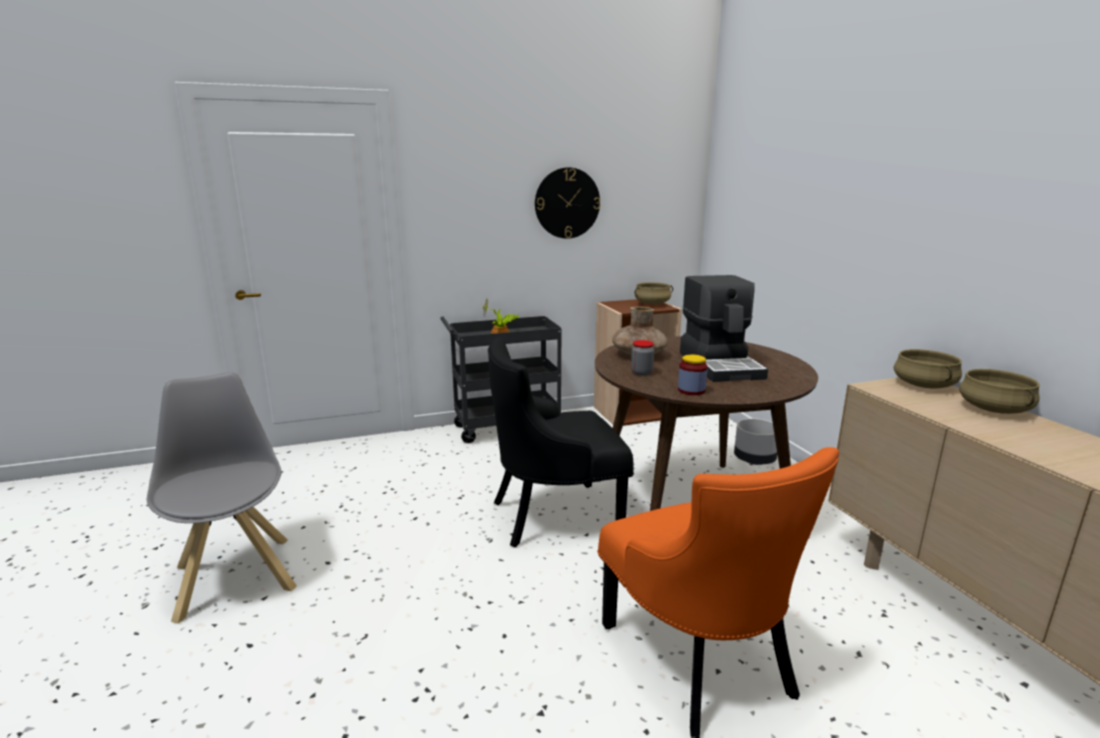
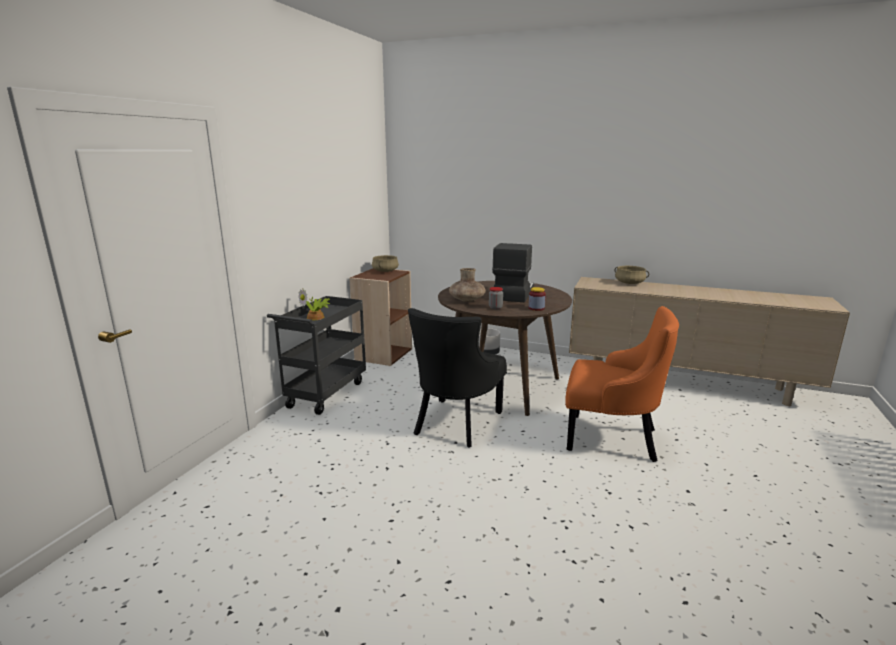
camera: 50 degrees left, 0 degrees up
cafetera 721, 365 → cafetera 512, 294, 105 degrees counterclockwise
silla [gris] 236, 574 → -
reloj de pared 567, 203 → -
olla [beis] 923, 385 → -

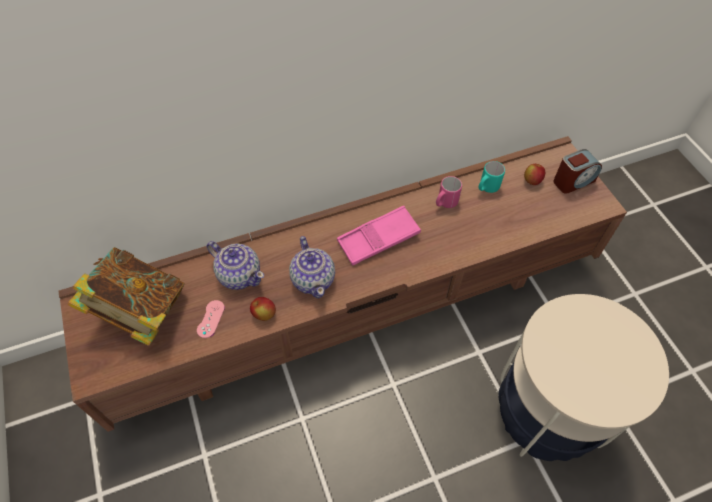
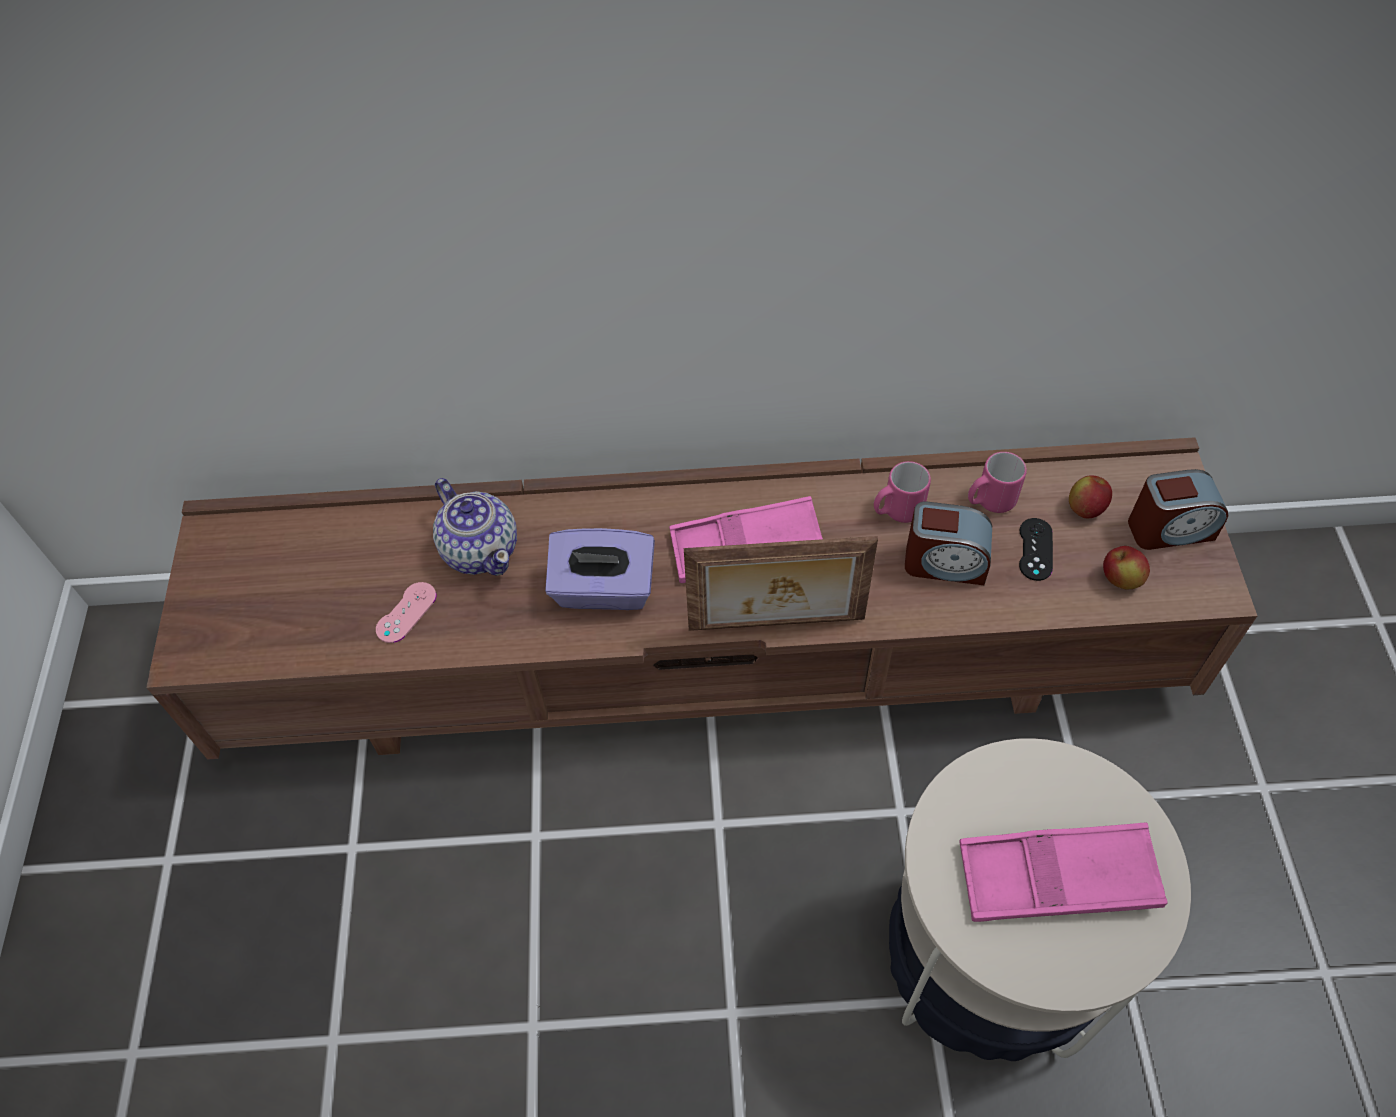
camera: 20 degrees right, 0 degrees up
tetera 313, 279 → caja de pañuelos [morado] 603, 590
- → portarretratos 776, 626
- → despertador 945, 563
- → bandeja [rosa] 1056, 878
taza grande [turquesa] 487, 188 → taza grande [rosa] 989, 501
- → mando de consola [negro] 1035, 549
manzana 264, 314 → manzana 1120, 579, move
libro 140, 311 → -

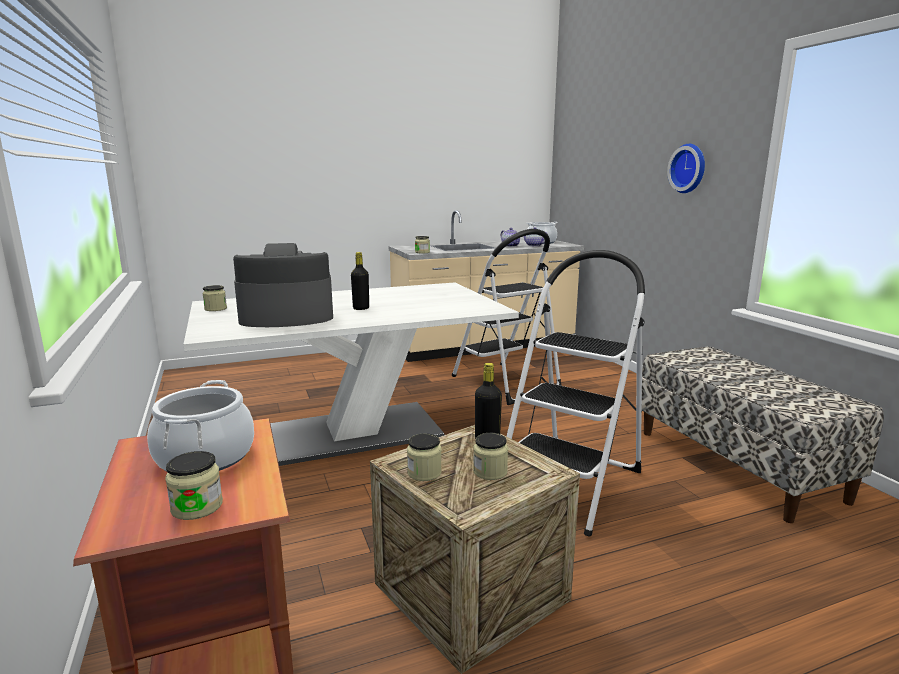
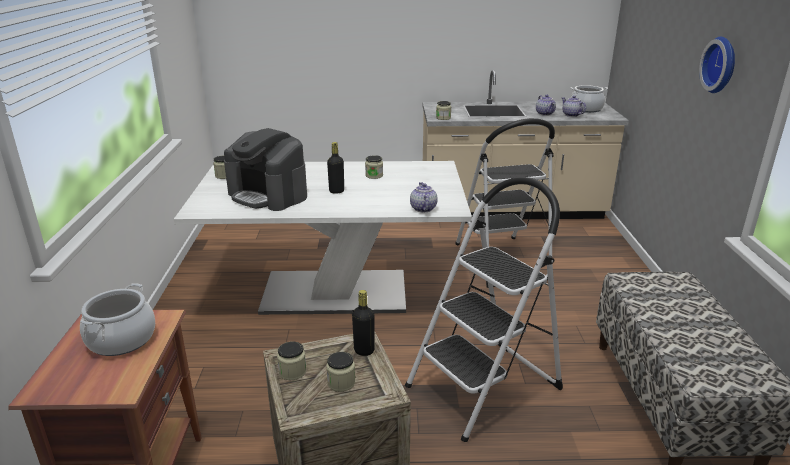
camera: 20 degrees right, 10 degrees up
cafetera 286, 317 → cafetera 268, 195, 150 degrees counterclockwise
tarro 197, 507 → tarro 374, 175, move
- → tetera 422, 208

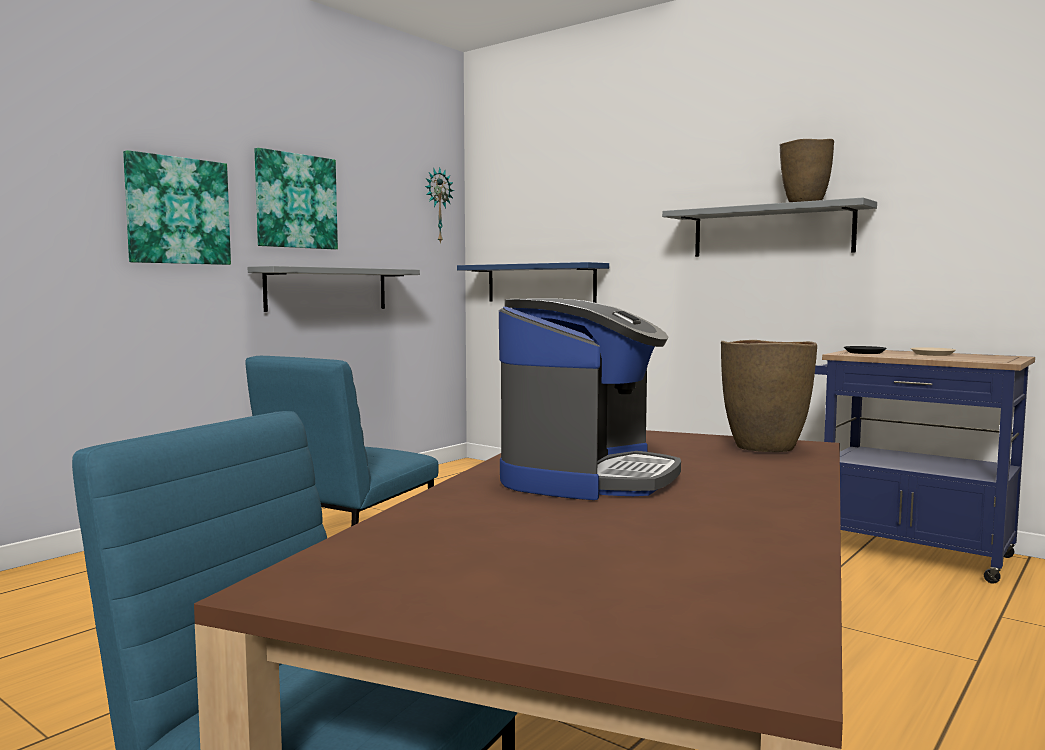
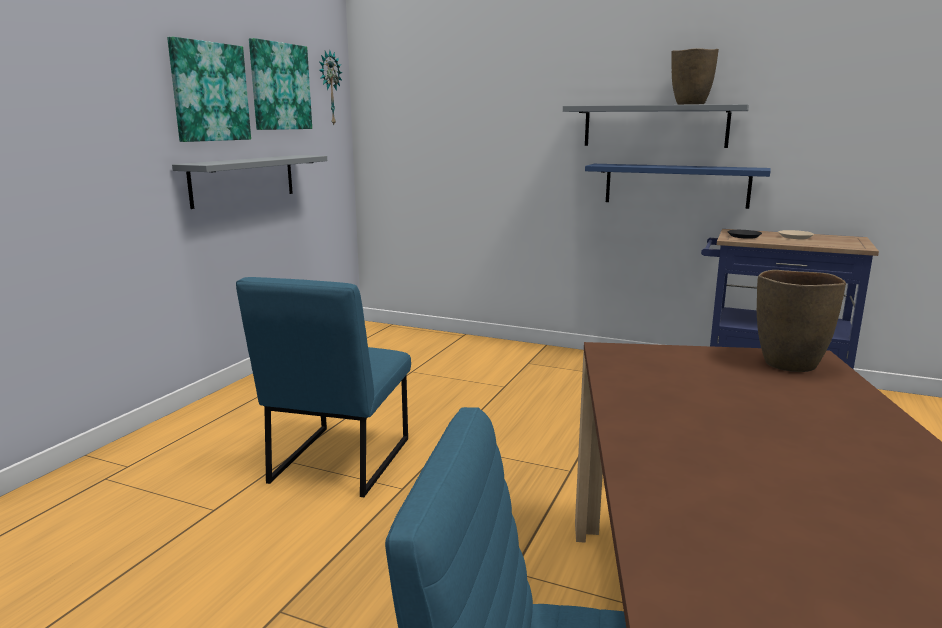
camera: 15 degrees left, 10 degrees up
cuadro 177, 211 → cuadro 280, 86, move
estante [azul] 540, 283 → estante [azul] 676, 185, move
cafetera 587, 477 → -

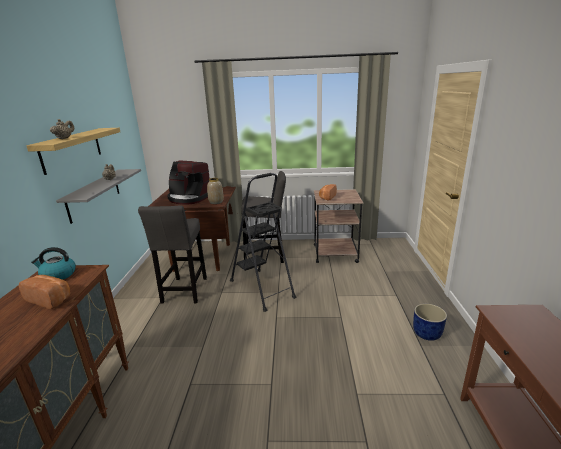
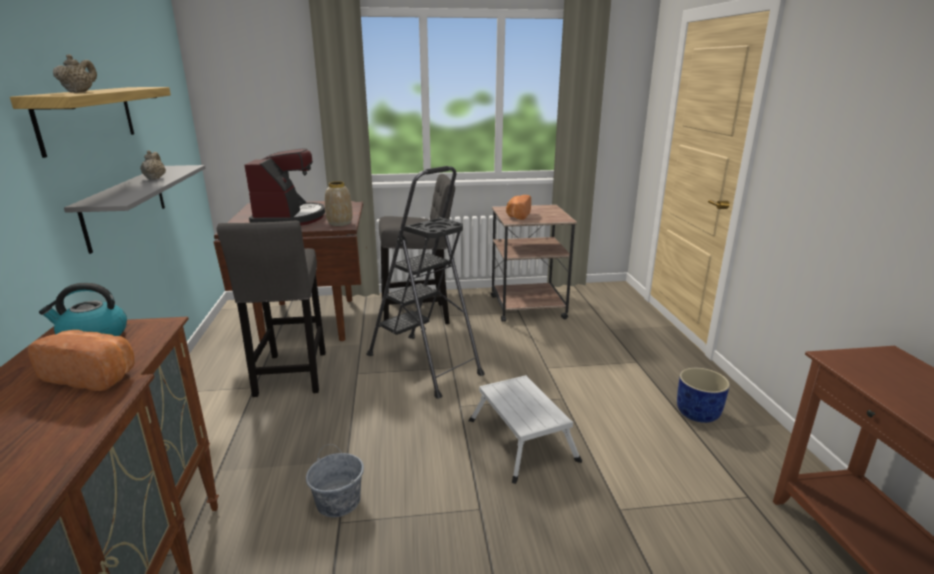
camera: 10 degrees left, 0 degrees up
cafetera 189, 198 → cafetera 289, 218, 105 degrees counterclockwise
- → cubo [gris] 338, 501
- → escalera de tijera [blanco] 522, 440

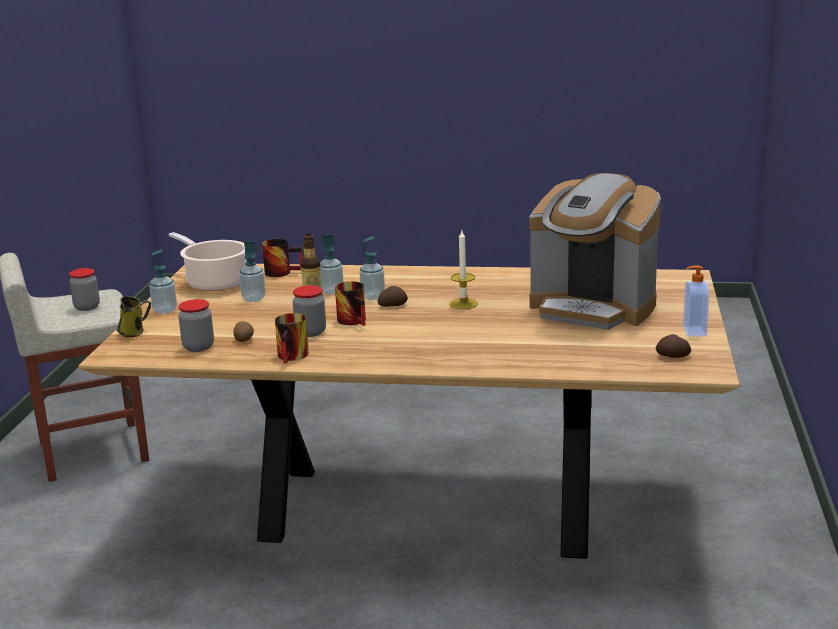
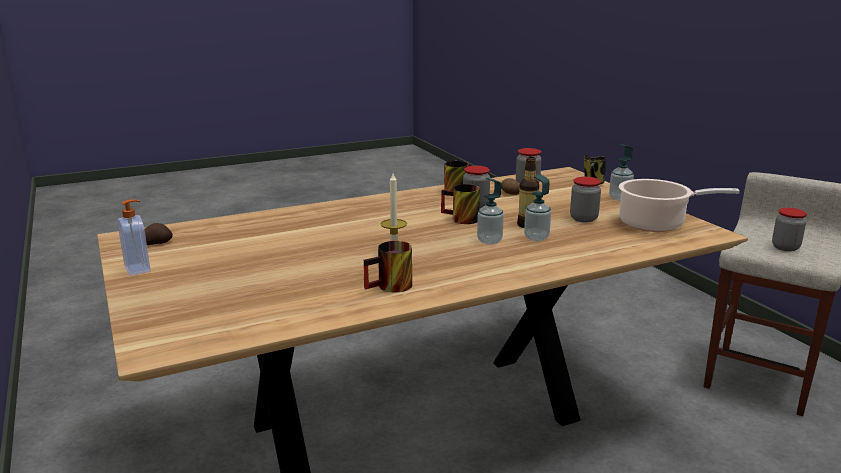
camera: 145 degrees right, 0 degrees up
taza grande 282, 272 → taza grande 391, 287, move
dispensador de jabón 253, 298 → tarro 583, 219
patata 392, 305 → -
cafetera 593, 308 → -

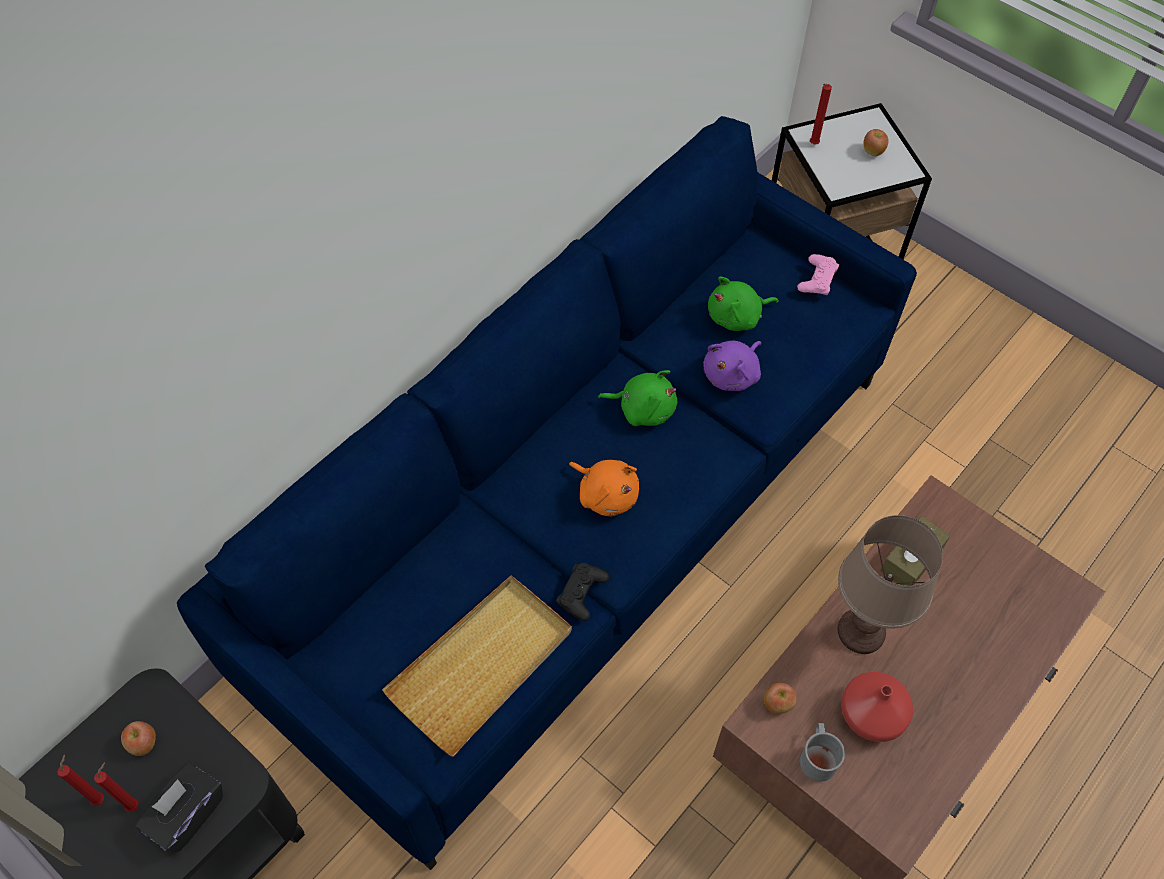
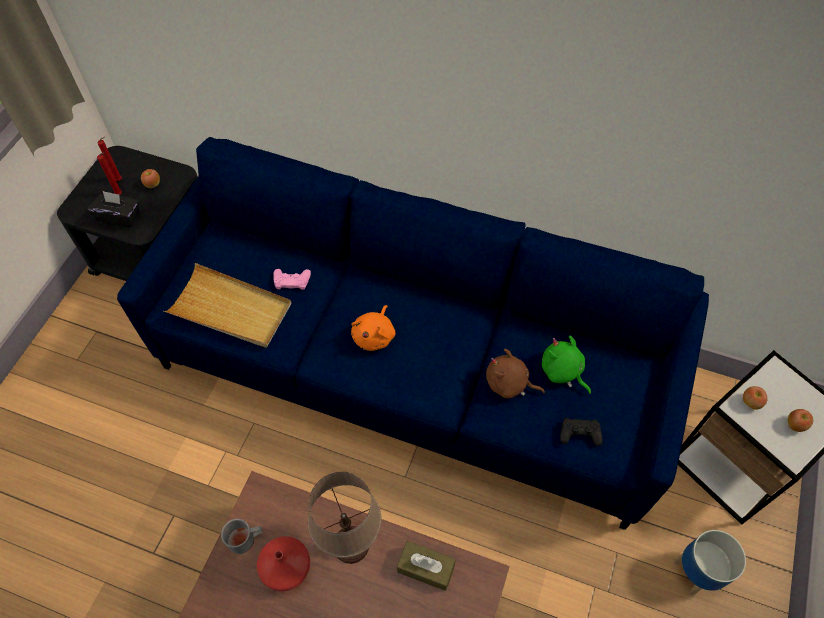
camera: 70 degrees right, 0 degrees up
mando de consola [rosa] 817, 279 → mando de consola [rosa] 292, 281, move
peluche [morado] 732, 374 → peluche [marrón] 509, 383
mando de consola [negro] 582, 593 → mando de consola [negro] 580, 433, move
- → maceta 696, 572
manzana 777, 704 → manzana 750, 402, move
peluche [verde] 643, 408 → -
vela [rojo] 812, 144 → -

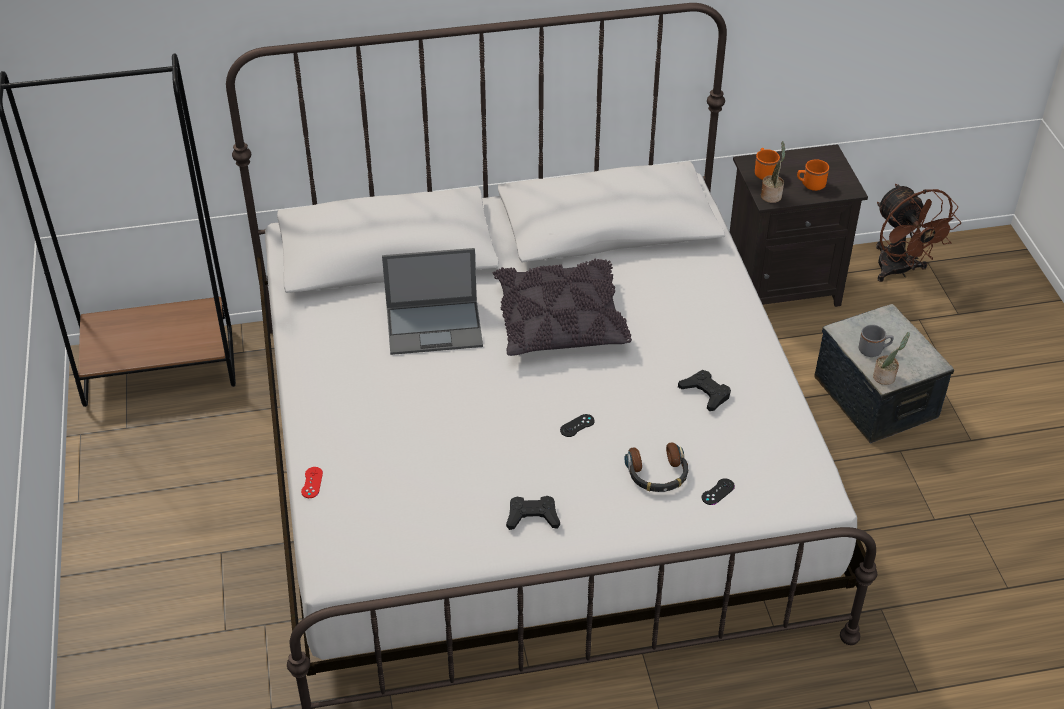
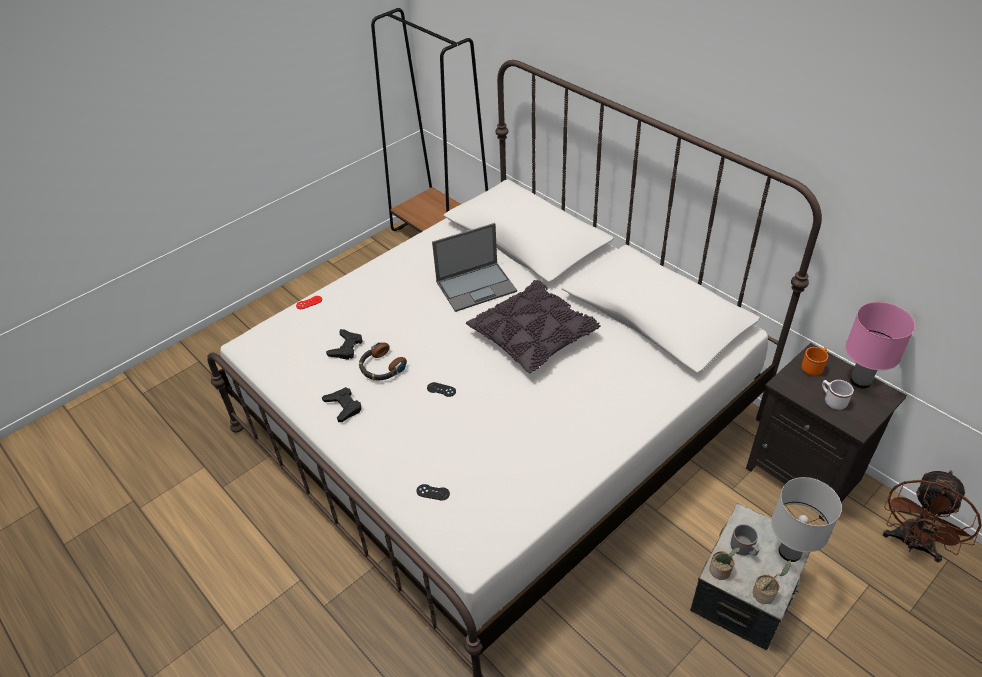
camera: 60 degrees right, 0 degrees up
mando de consola [negro] 705, 393 → mando de consola [negro] 346, 347, move
auriculares 657, 474 → auriculares 381, 367, move
portátil 435, 327 → portátil 477, 286, 75 degrees counterclockwise
planta en maceta 771, 195 → planta en maceta 765, 594, move
- → lámpara de mesa [blanco] 789, 552
taza grande [naranja] 810, 185 → taza grande [blanco] 832, 400
- → lámpara de mesa [rosa] 861, 381

